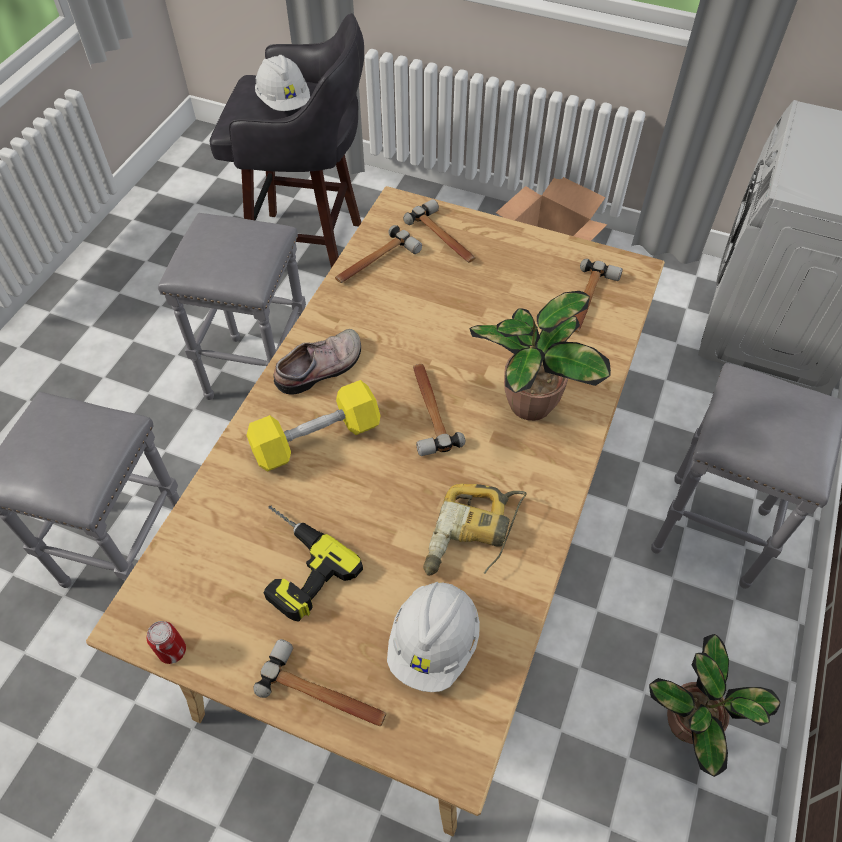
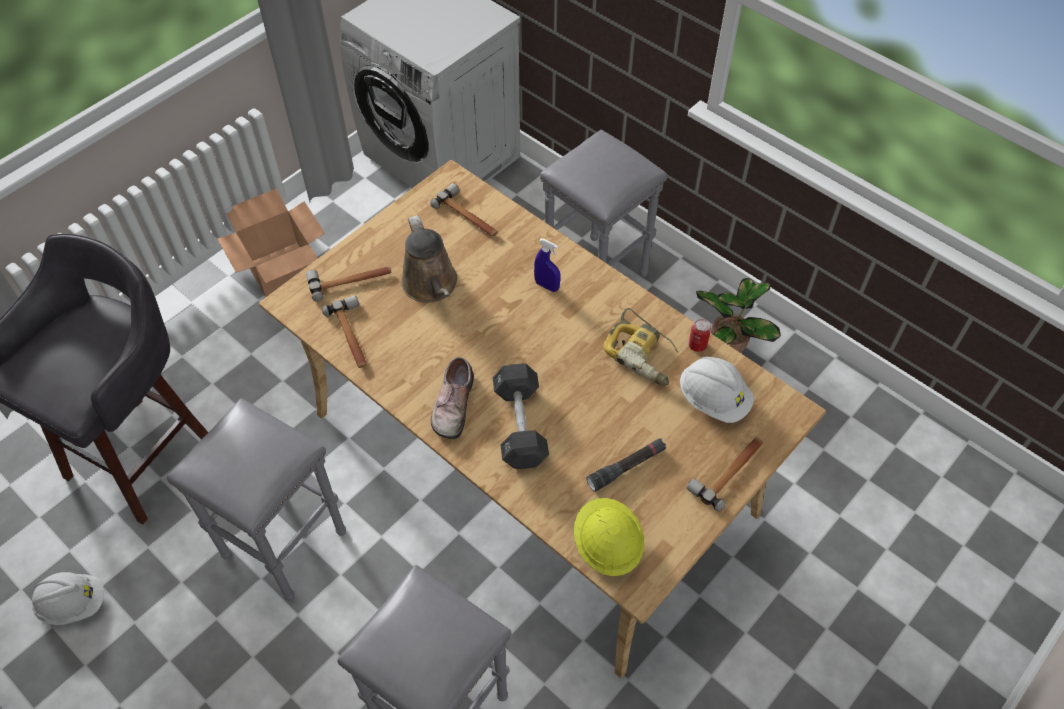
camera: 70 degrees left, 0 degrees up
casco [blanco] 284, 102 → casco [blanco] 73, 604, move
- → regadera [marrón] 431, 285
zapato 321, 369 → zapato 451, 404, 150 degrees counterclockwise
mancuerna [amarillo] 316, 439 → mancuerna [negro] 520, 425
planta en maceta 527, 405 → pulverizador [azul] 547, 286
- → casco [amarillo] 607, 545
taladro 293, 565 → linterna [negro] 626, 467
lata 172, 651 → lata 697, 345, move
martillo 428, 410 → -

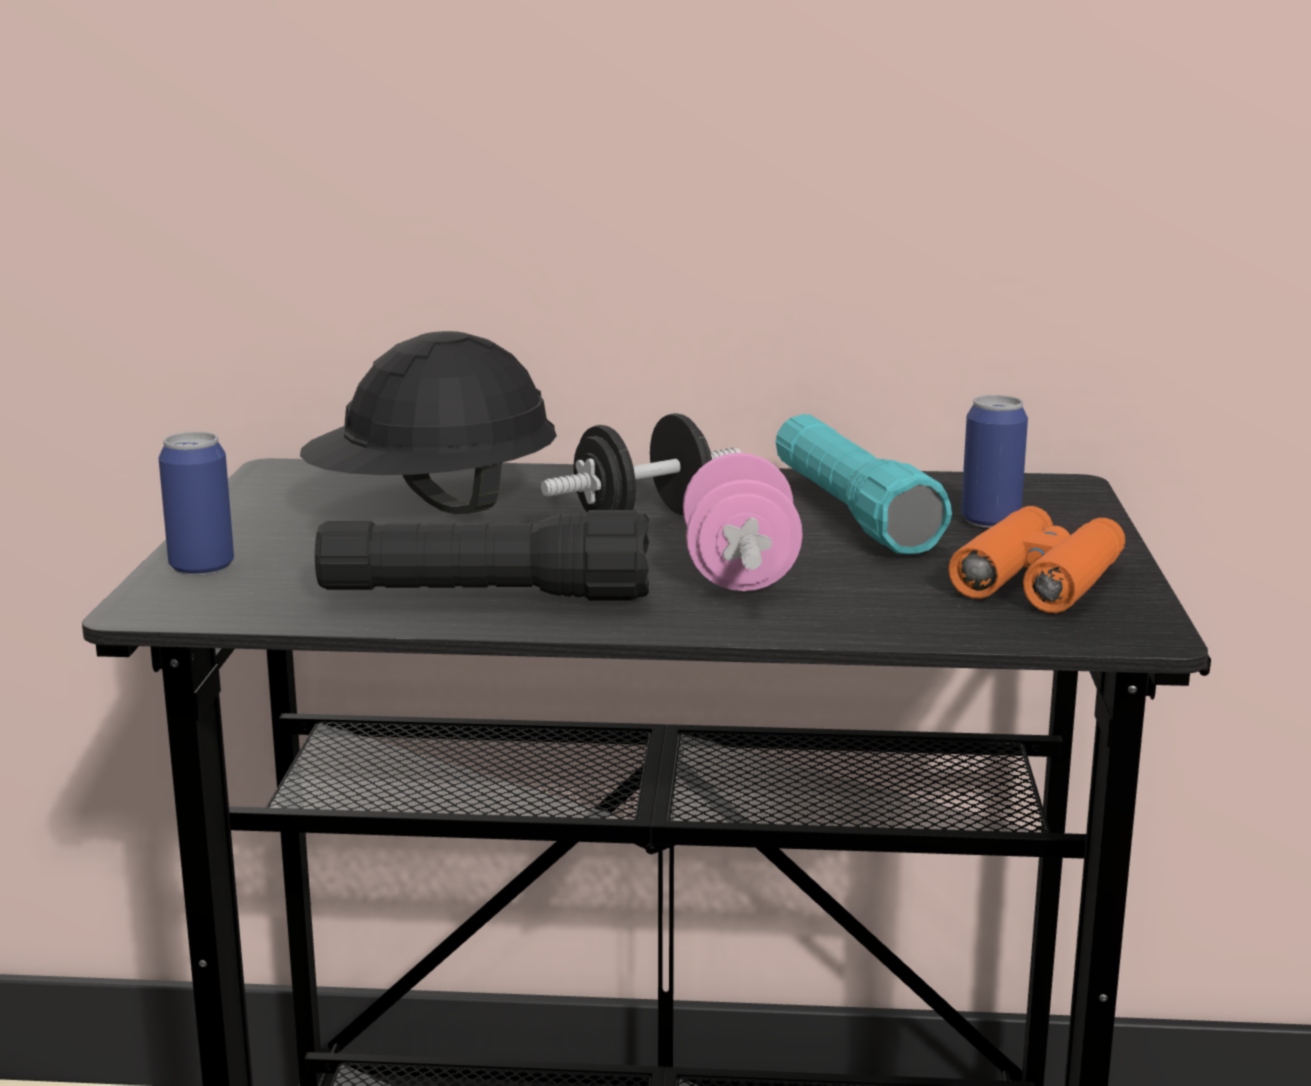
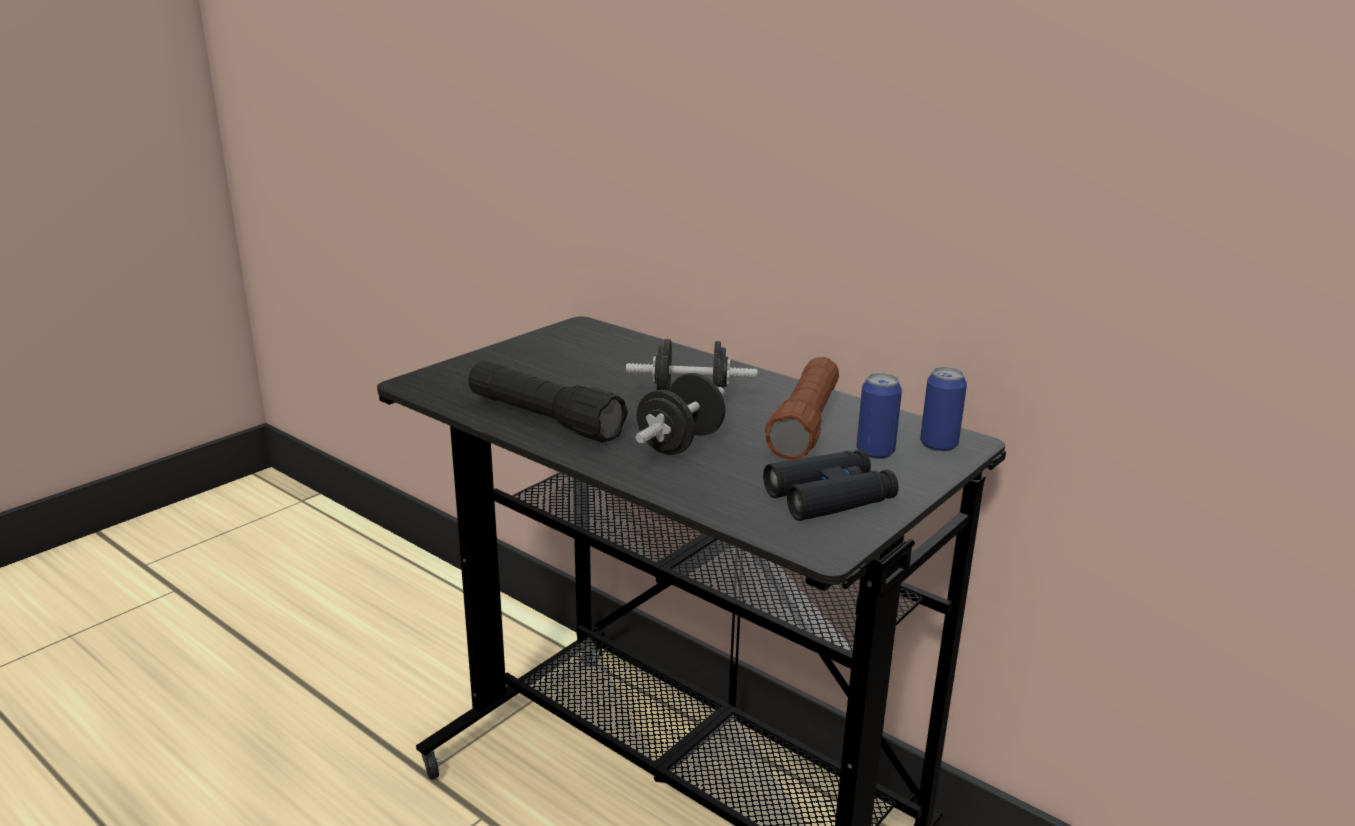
camera: 35 degrees right, 5 degrees up
mancuerna [rosa] 740, 574 → mancuerna [negro] 680, 443
prismáticos [naranja] 1039, 580 → prismáticos [negro] 830, 497
linterna [turquesa] 852, 513 → linterna [marrón] 805, 425
lata 202, 567 → lata 938, 445, move
casco [negro] 434, 509 → -

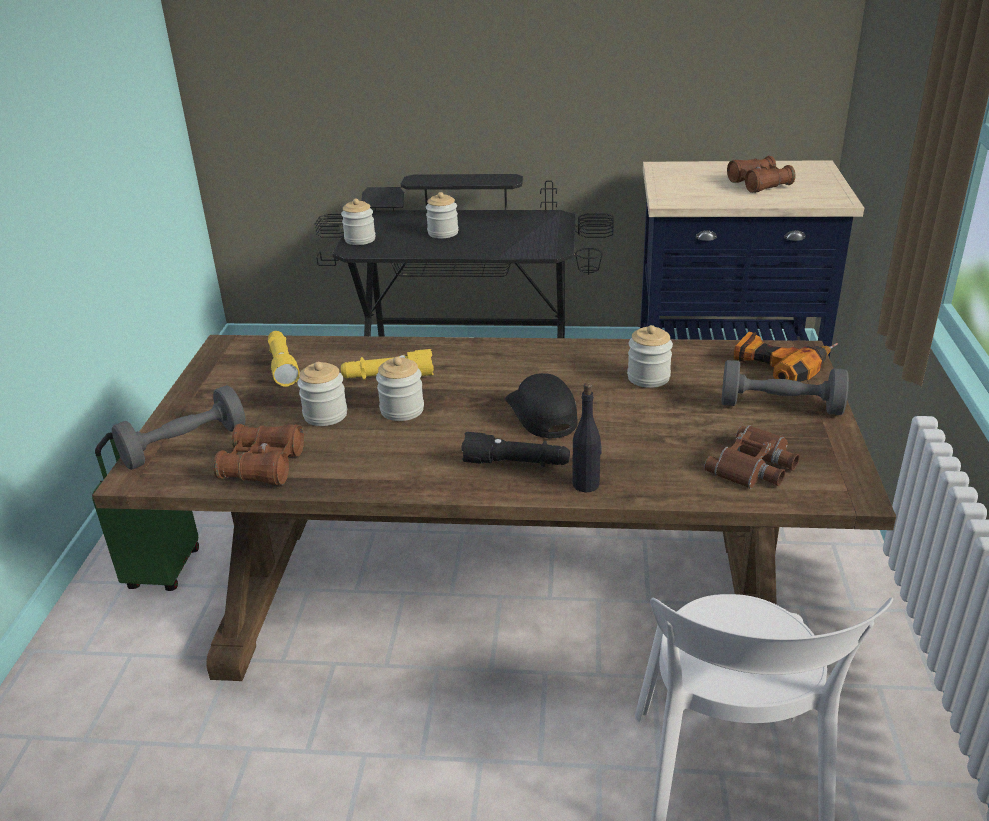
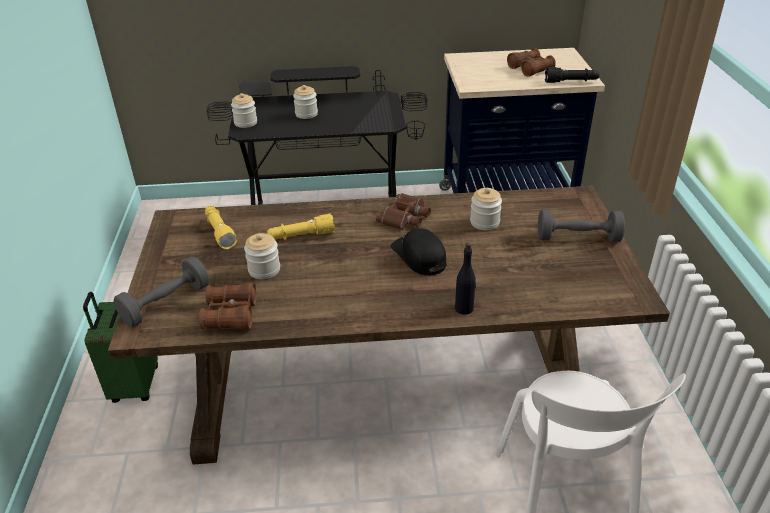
camera: 10 degrees left, 5 degrees up
prismáticos [marrón] 755, 466 → prismáticos [marrón] 405, 217, move
linterna [negro] 516, 464 → linterna [negro] 571, 82, move
tarro 402, 410 → -
taladro 780, 364 → -

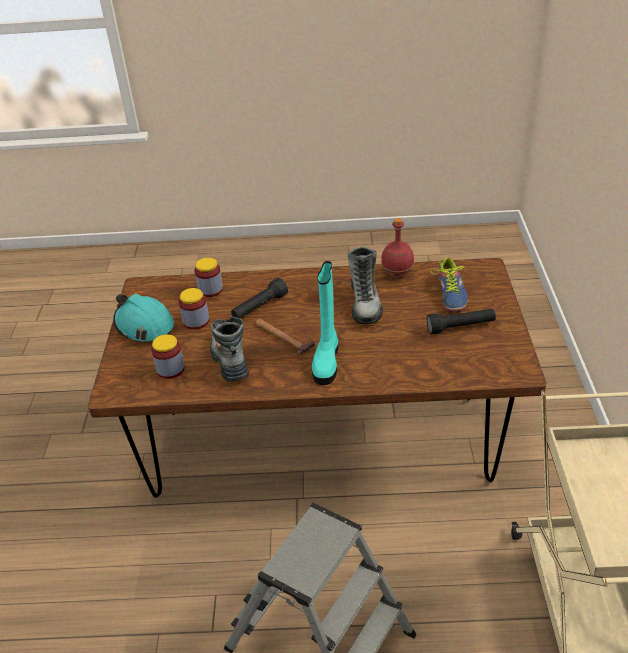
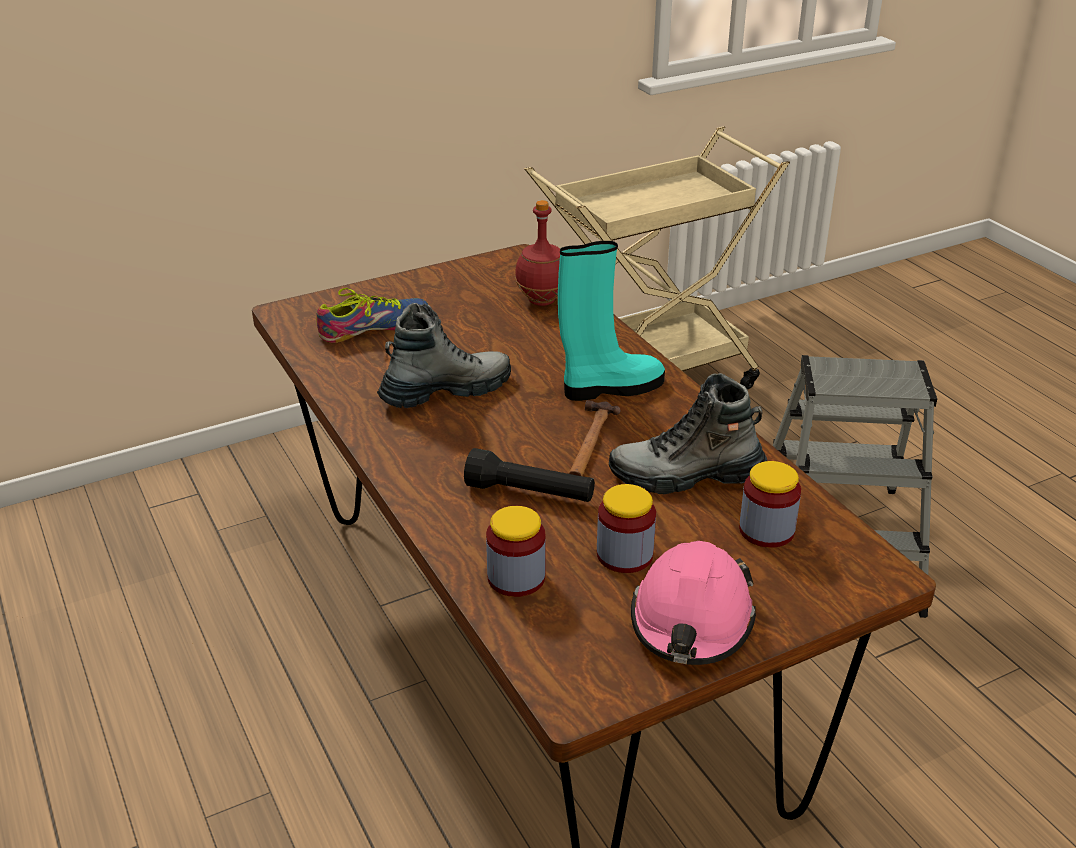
camera: 120 degrees left, 5 degrees down
botella [rojo] 397, 275 → botella [rojo] 542, 300, move
bota 230, 359 → bota 686, 476, 45 degrees clockwise
casco [turquesa] 144, 325 → casco [rosa] 691, 621
linterna [negro] 461, 327 → -

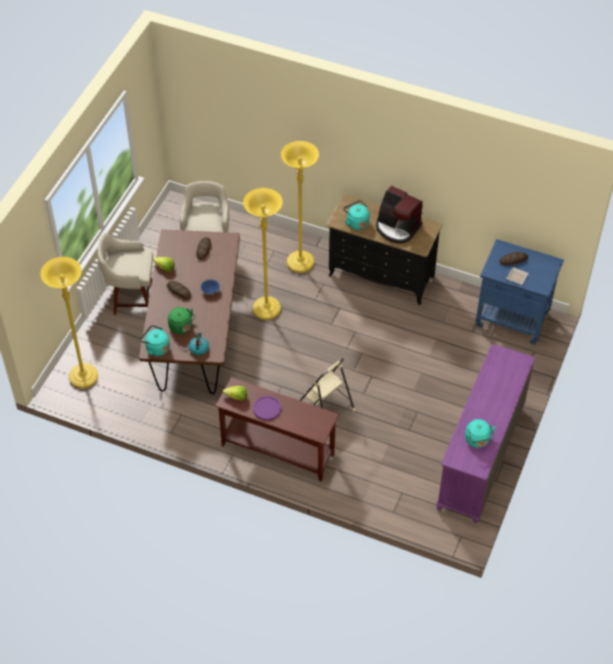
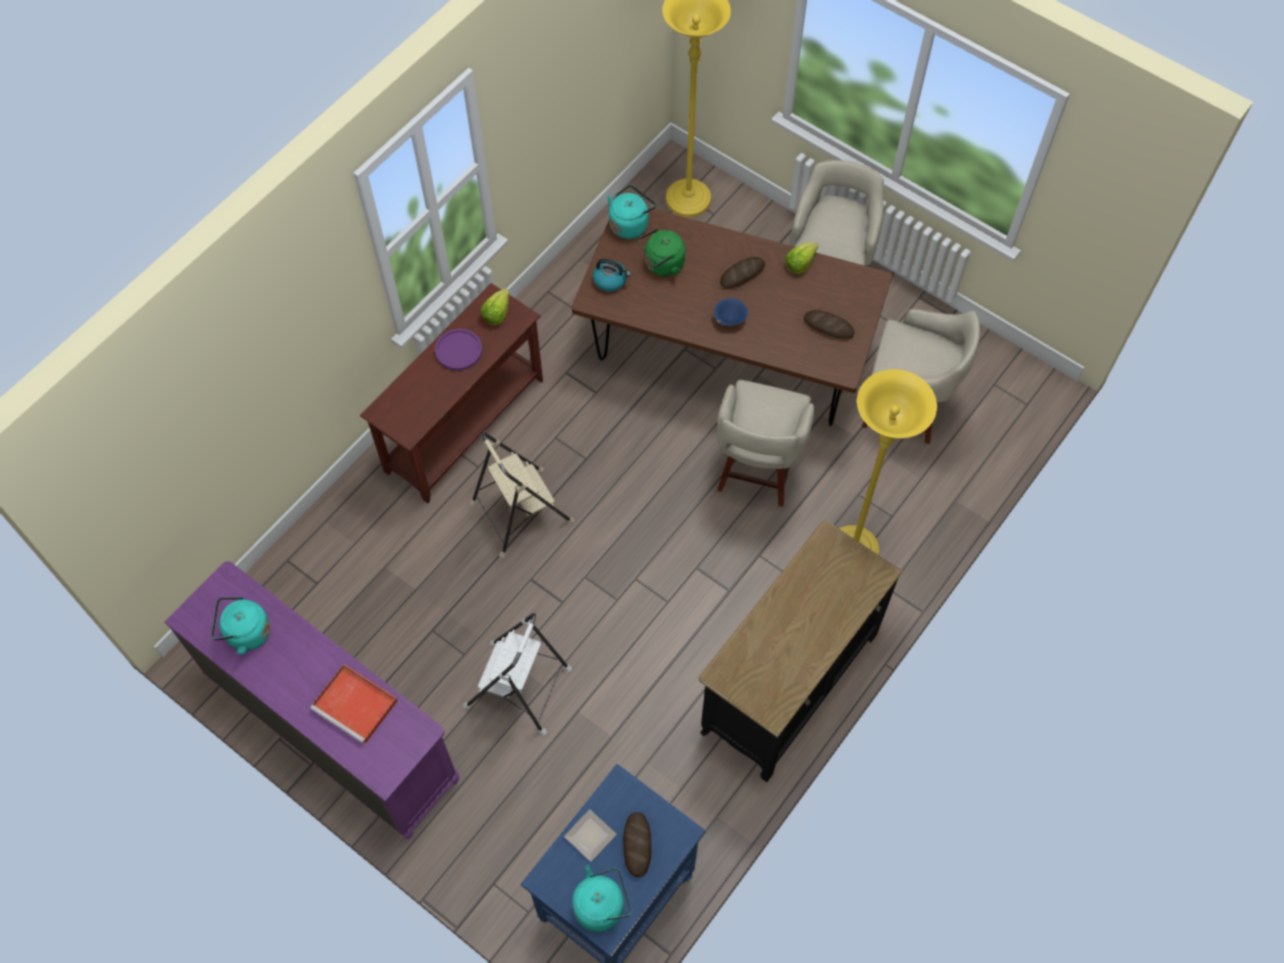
camera: 105 degrees right, 10 degrees up
- → bandeja [rojo] 356, 705
- → escalera de tijera [blanco] 520, 688
hervidor [turquesa] 356, 222 → hervidor [turquesa] 602, 905, move
lámpara de pie [amarillo] 266, 309 → taburete [beis] 756, 472
cafetera 397, 227 → -

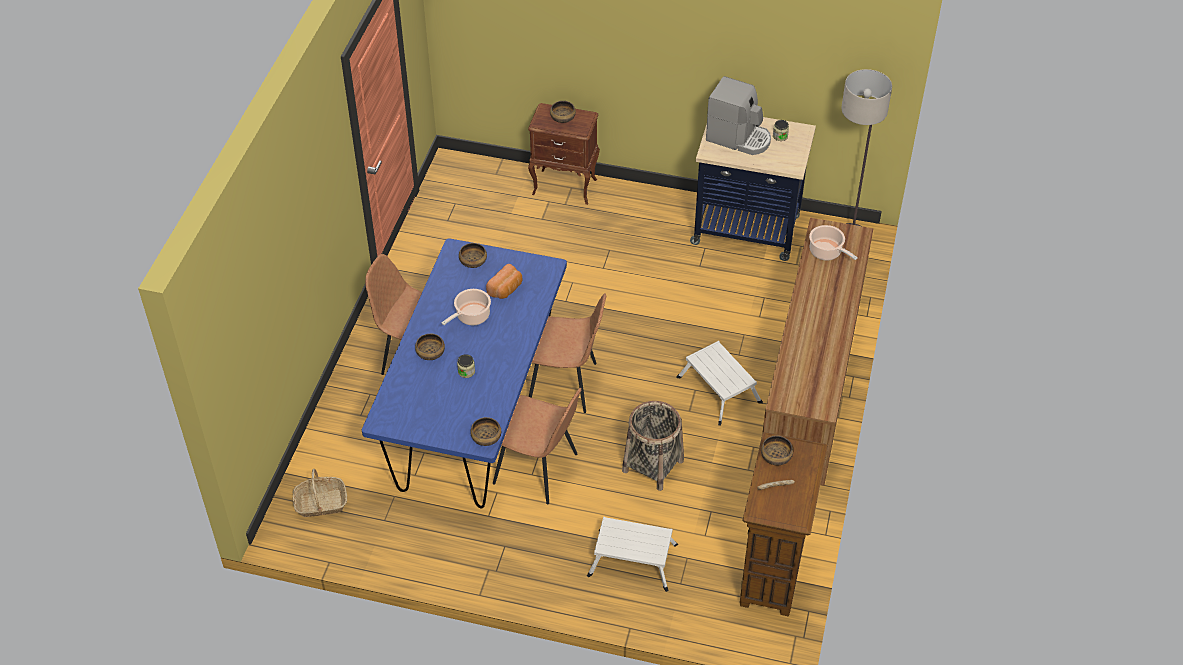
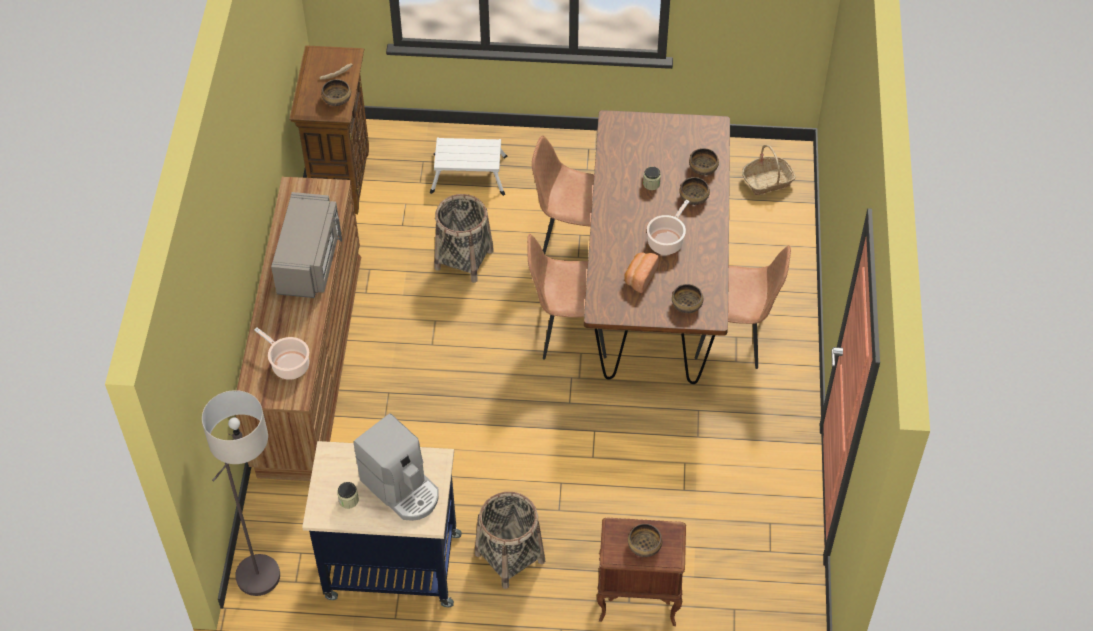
camera: 170 degrees right, 5 degrees up
- → microondas [gris] 310, 261
cafetera 739, 138 → cafetera 402, 488, 150 degrees counterclockwise
- → cesta 509, 557
mesa de comedor [azul] 475, 413 → mesa de comedor [marrón] 653, 286
cuenco 486, 438 → cuenco 703, 168, move
escalera de tijera [blanco] 719, 390 → -

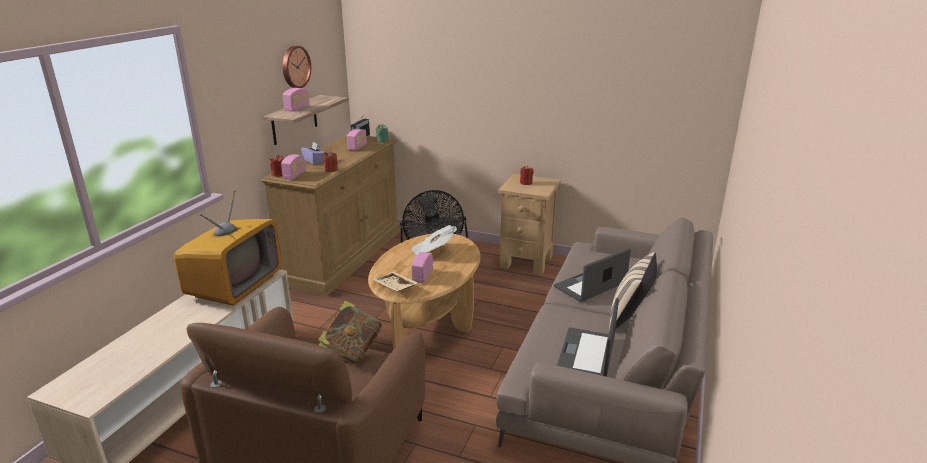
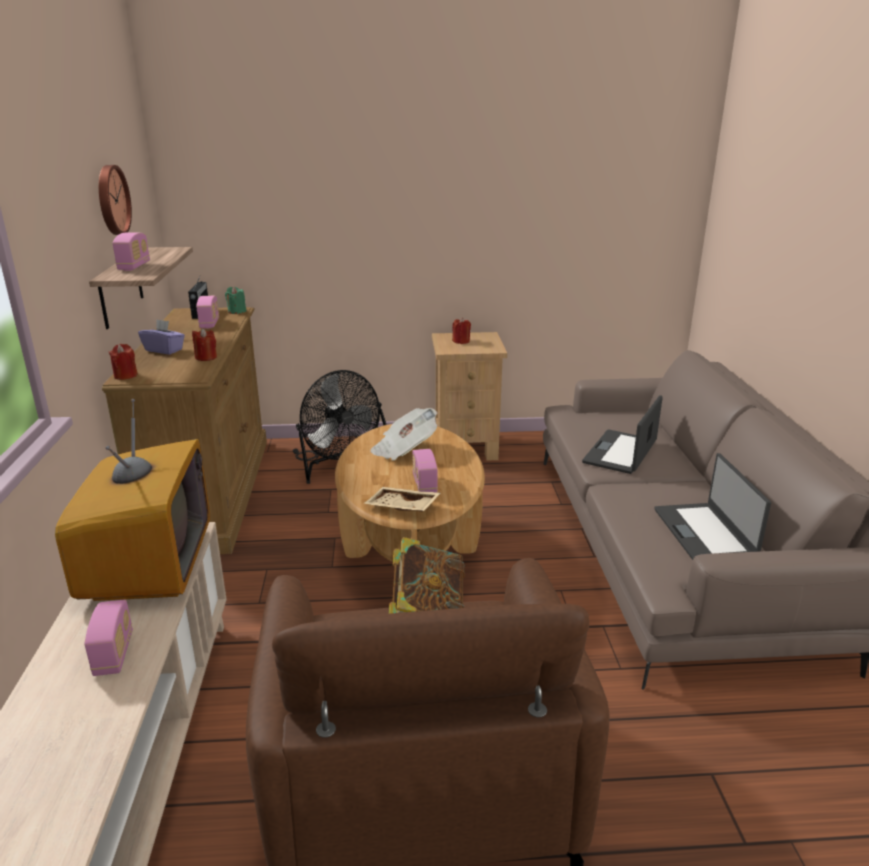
camera: 25 degrees left, 0 degrees up
radio 294, 175 → radio 114, 654, move
cojín [beis] 630, 319 → -

